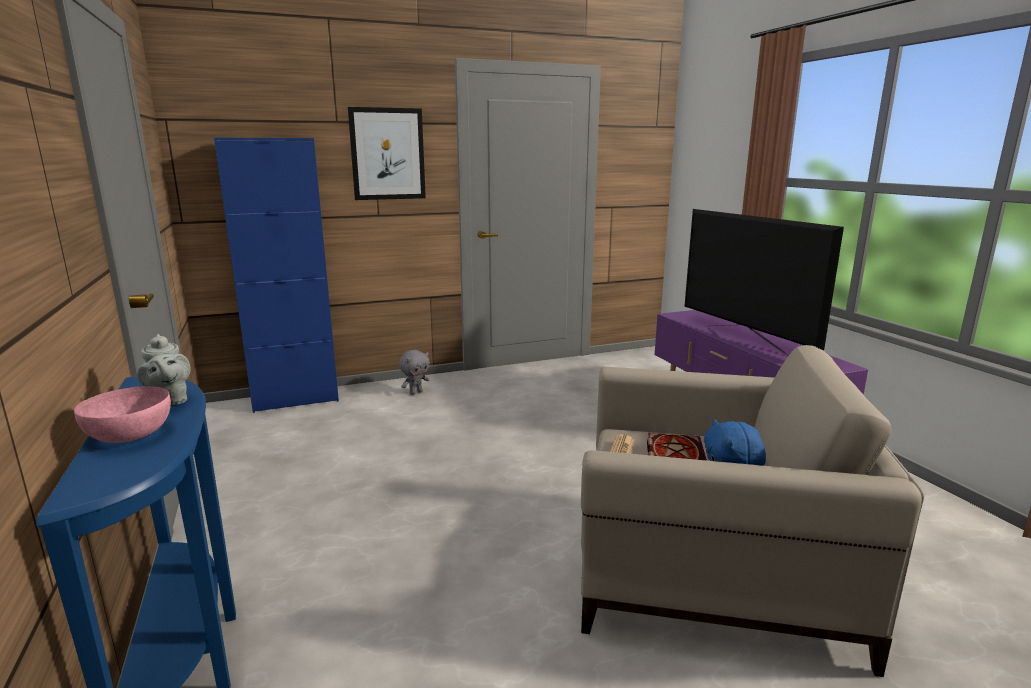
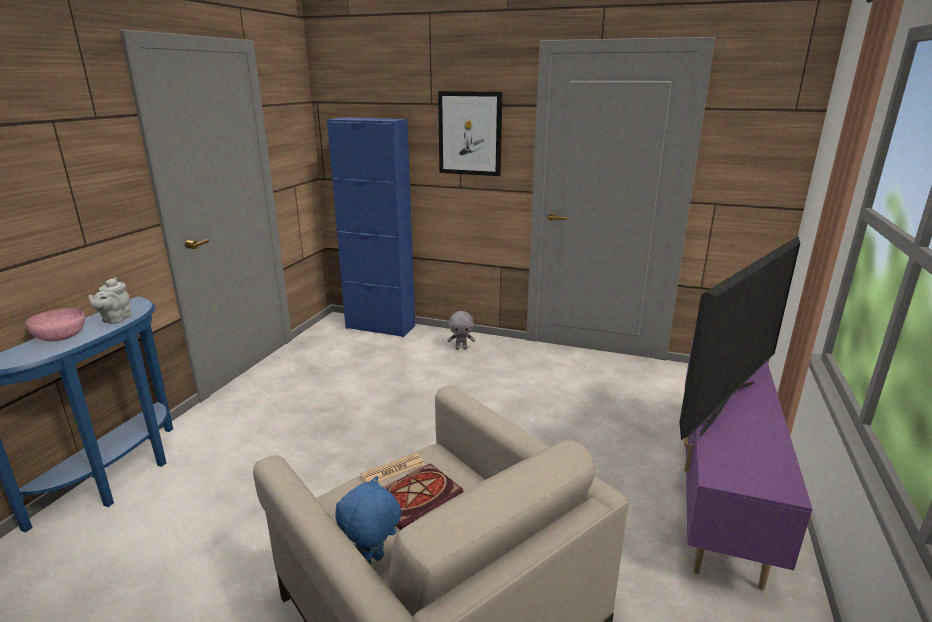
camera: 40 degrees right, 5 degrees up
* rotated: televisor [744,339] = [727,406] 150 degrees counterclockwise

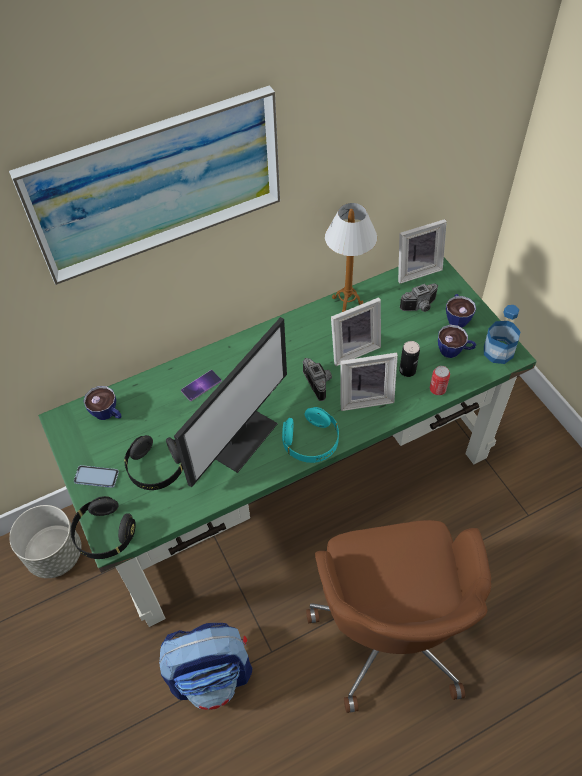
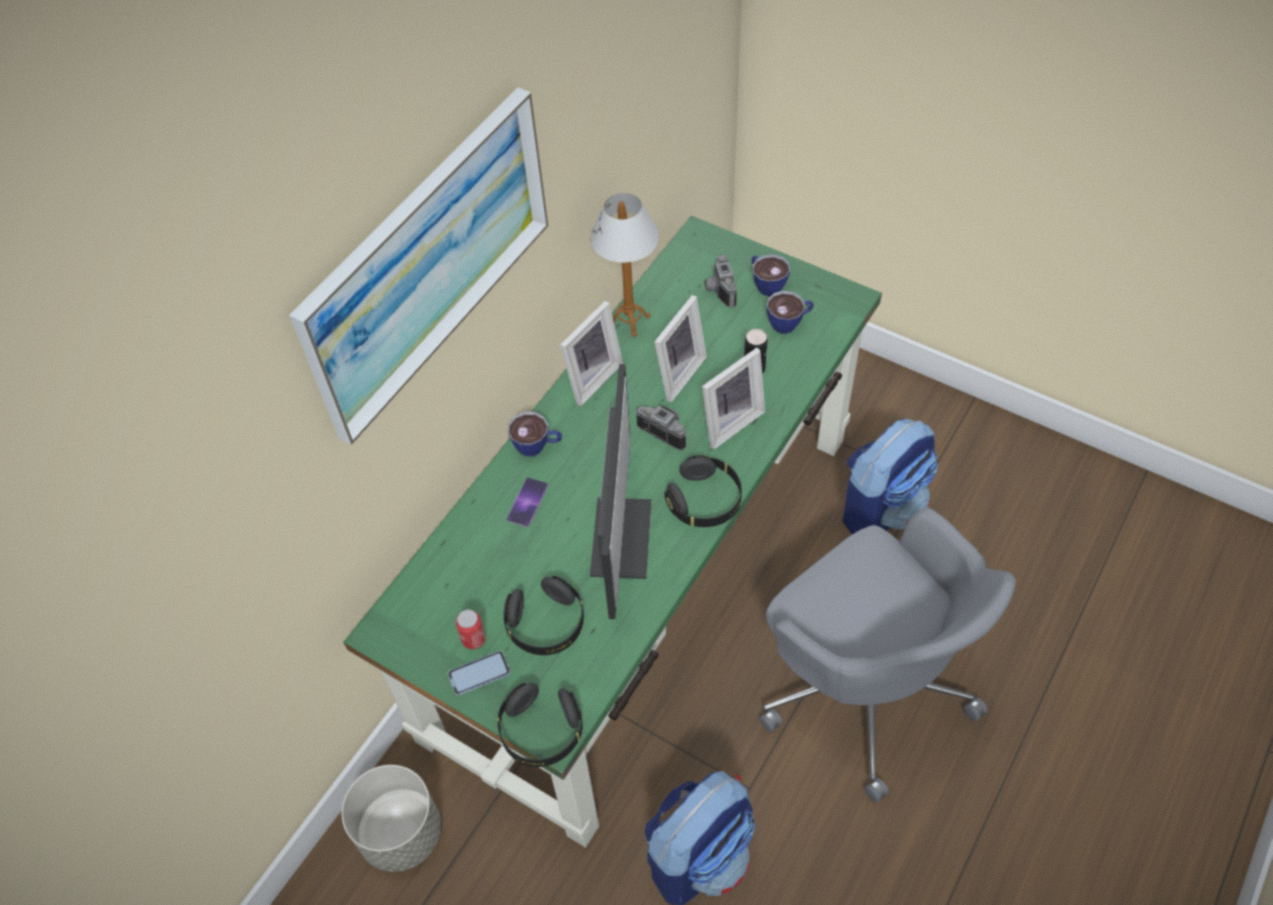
camera: 30 degrees left, 0 degrees up
* shifted: taza [108,414] to [537,446]
* repainted: auriculares (turquesa) [311,442] to auriculares (negro) [705,502]
* repainted: silla de oficina (marrón) [391,628] to silla de oficina (gris) [863,685]
* shifted: portarretratos [416,270] to [590,377]
* rotated: cámara [420,307] = [718,290] 135 degrees clockwise
* shifted: lata [437,389] to [474,639]
* gone: botella [498,351]
* new: mochila [881,508]

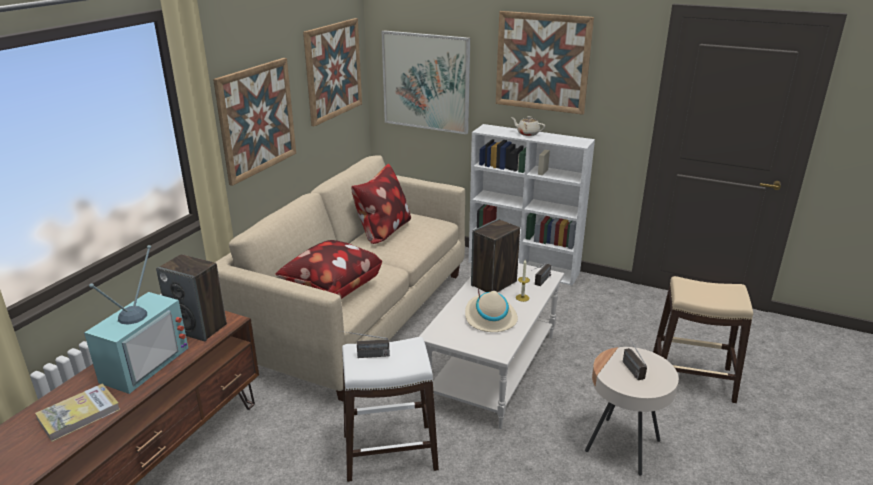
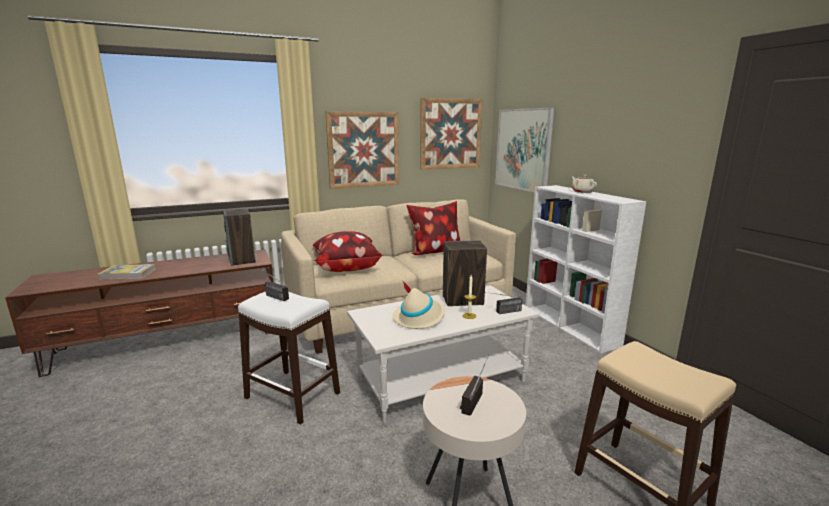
camera: 40 degrees right, 10 degrees down
* gone: televisor [142,363]
* gone: cuadro [542,62]

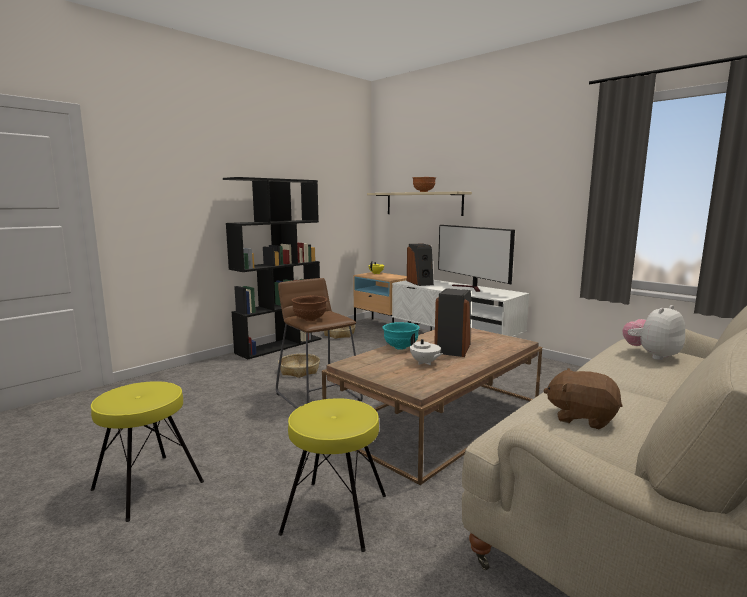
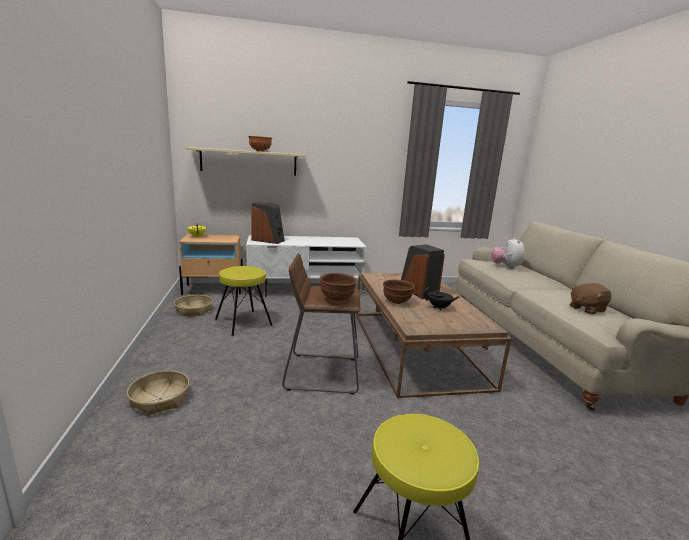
camera: 55 degrees left, 5 degrees up
* gone: estantería (negro) [280,345]
* shifted: cesta [299,371] to [160,399]
* shifted: taburete (amarillo) [336,513] to [243,322]
* repainted: cuenco (turquesa) [400,347] to cuenco (marrón) [396,302]
* repainted: tetera (blanco) [425,363] to tetera (negro) [439,307]
* gone: televisor [471,288]

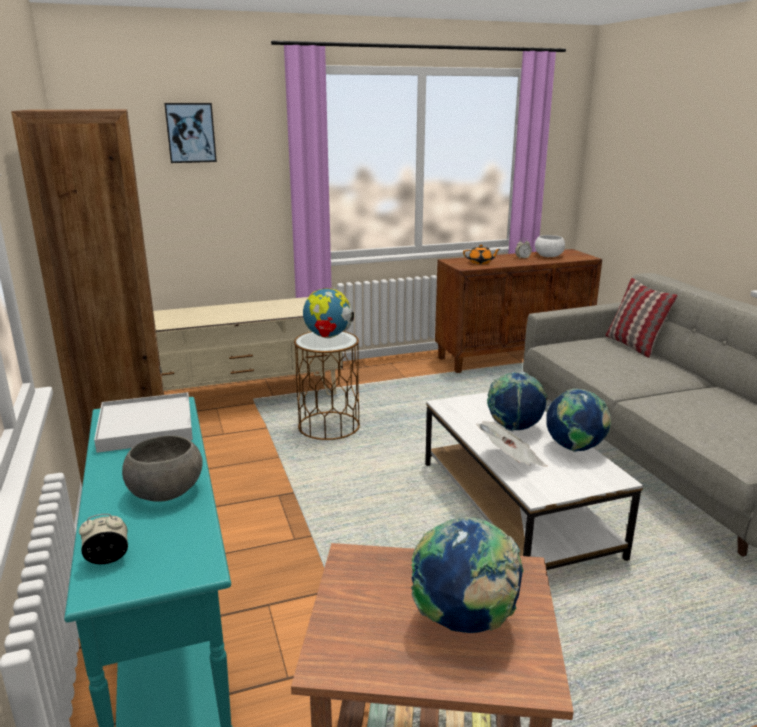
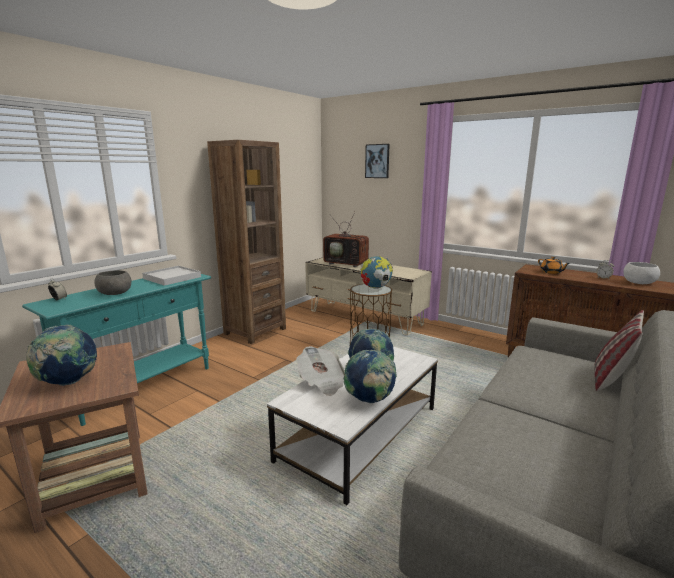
camera: 55 degrees right, 5 degrees down
* new: televisor [348,264]

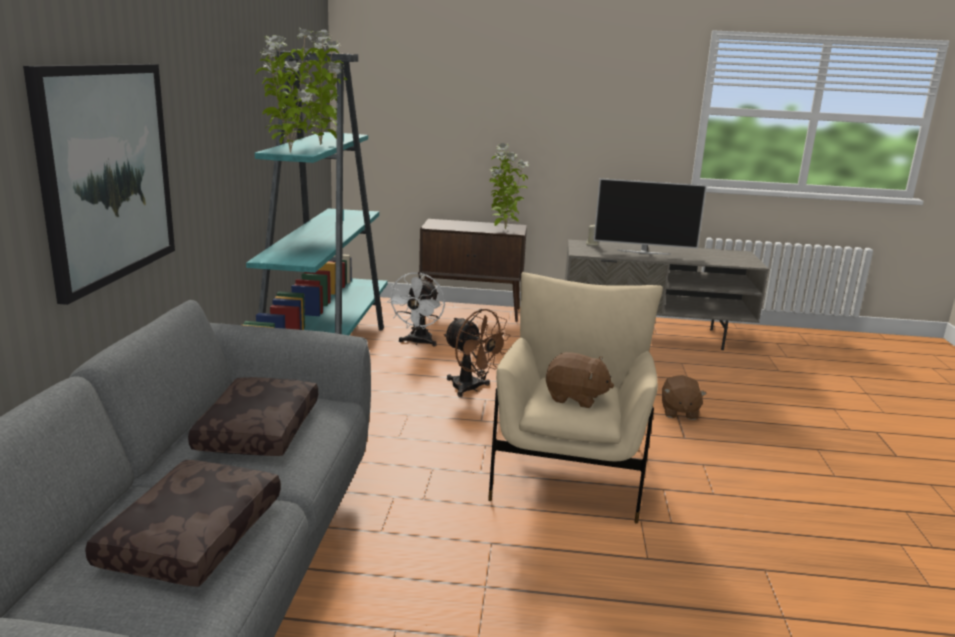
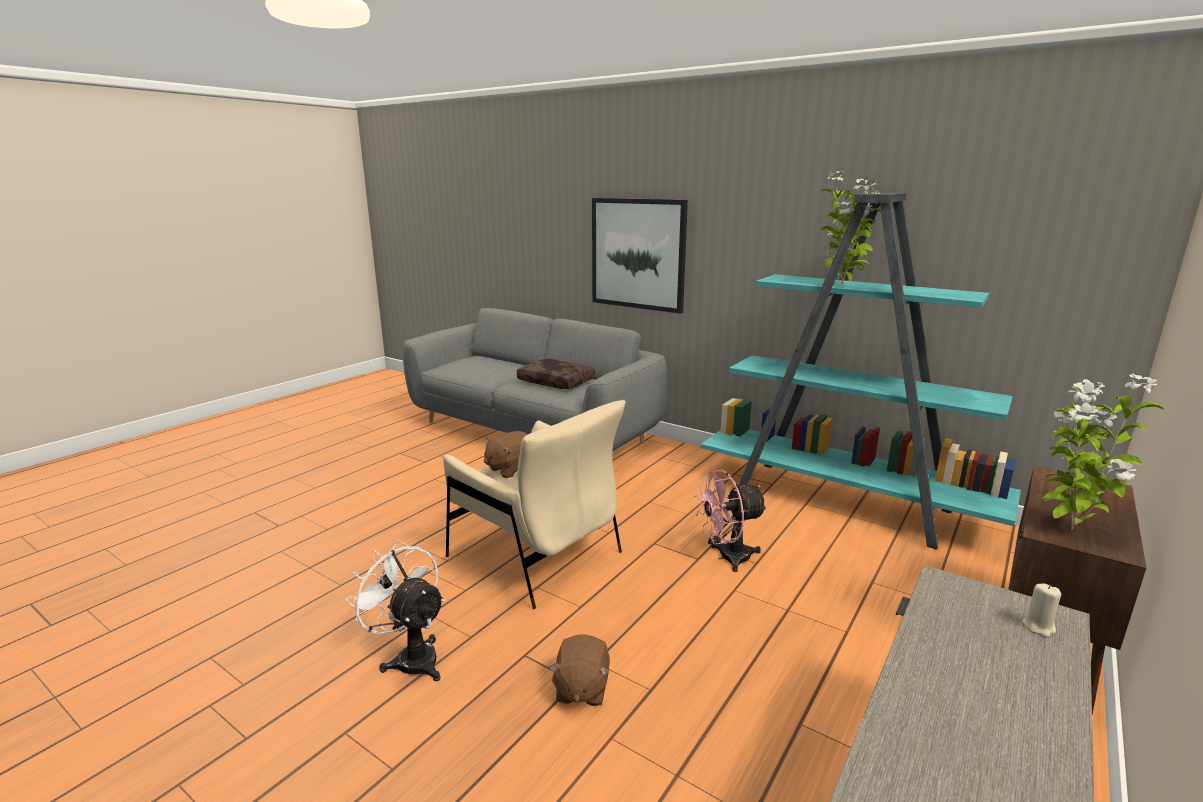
camera: 120 degrees right, 0 degrees up
* gone: cojín (marrón) [191,535]
* gone: planta en maceta [289,152]
* shifted: ventilador (blanco) [418,342] to [411,657]
* repainted: ventilador (marrón) [471,389] to ventilador (rosa) [727,558]
* gone: televisor [643,252]
* rotated: peluche (marrón) [679,412] = [581,689] 120 degrees counterclockwise

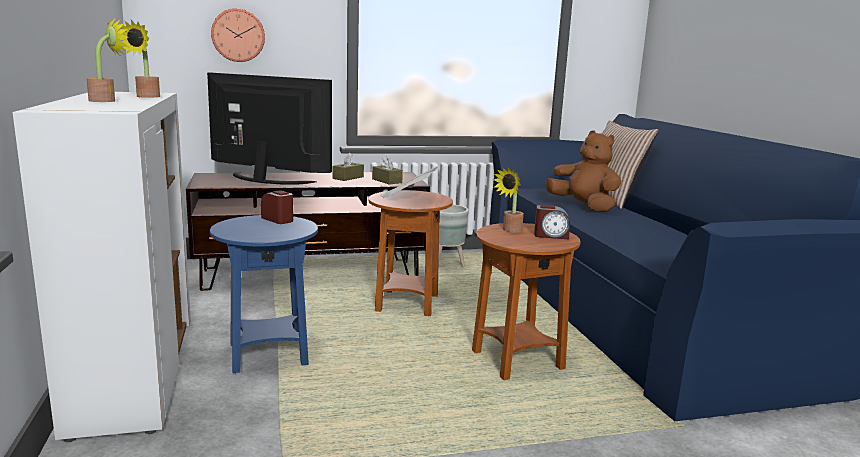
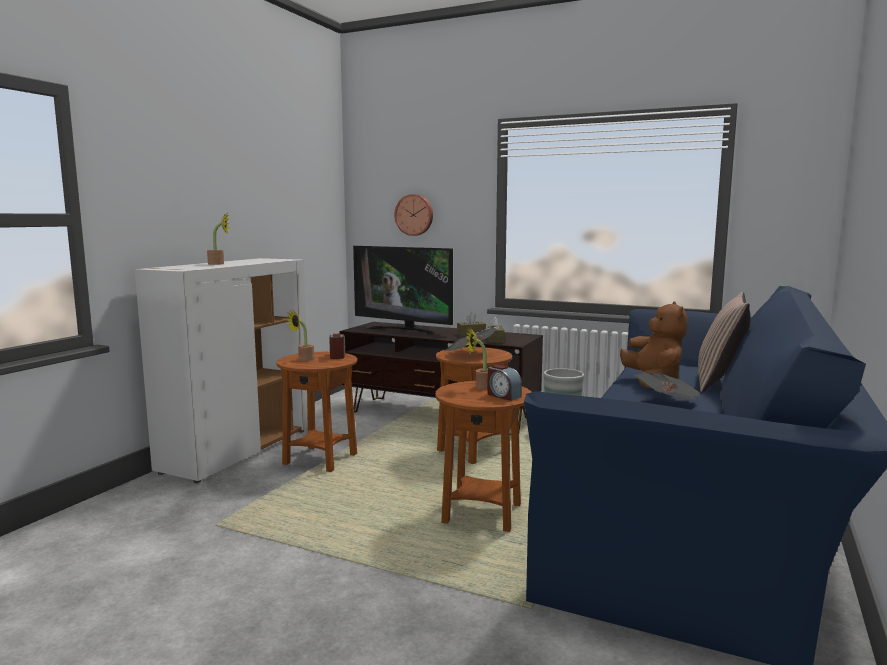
camera: 40 degrees right, 5 degrees down
* shifted: planta en maceta [145,97] to [303,359]
* rotated: televisor [266,180] = [405,330] 150 degrees clockwise
* repainted: mesa auxiliar (azul) [268,354] to mesa auxiliar (marrón) [321,459]
* new: periódico [668,404]

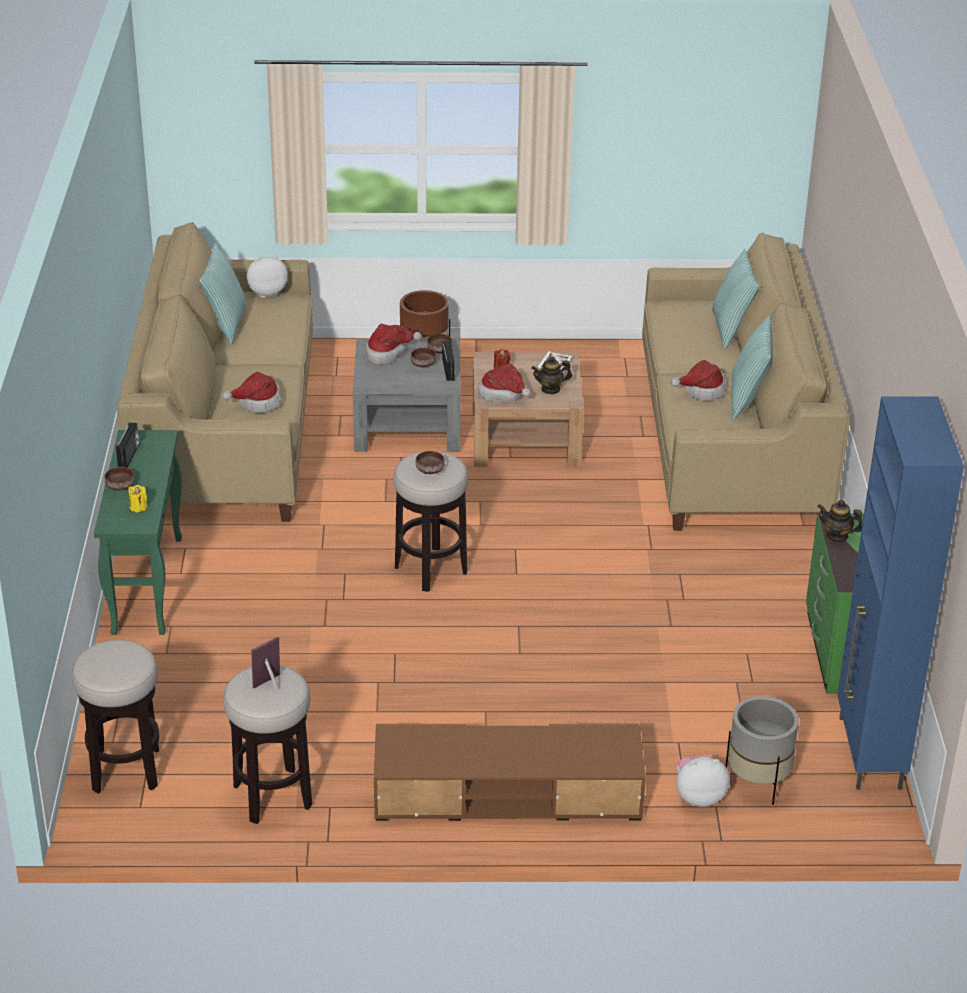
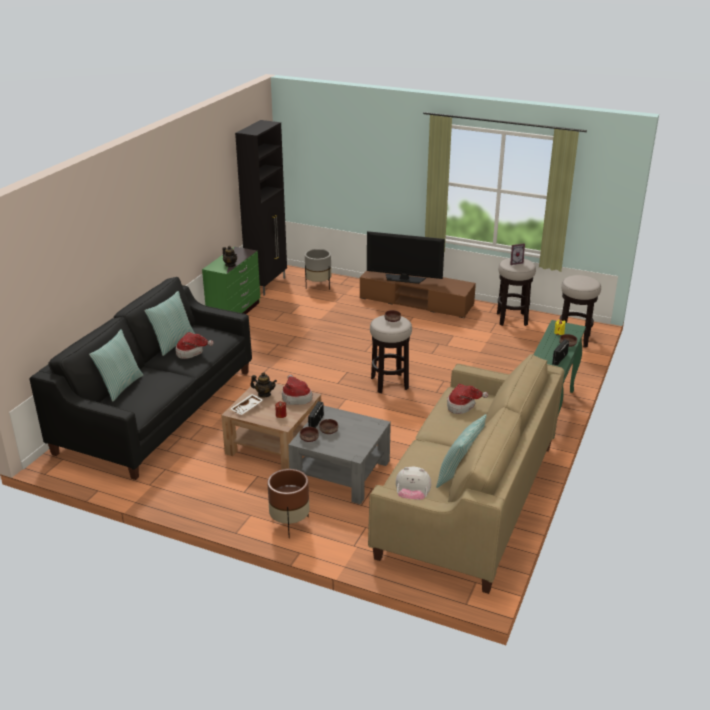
camera: 155 degrees left, 5 degrees down
* gone: sombrero [388,354]
* repainted: sofá (beis) [731,439] to sofá (negro) [157,410]
* gone: peluche [699,797]
* repainted: armario (azul) [869,754] to armario (negro) [267,284]
* new: televisor [404,279]

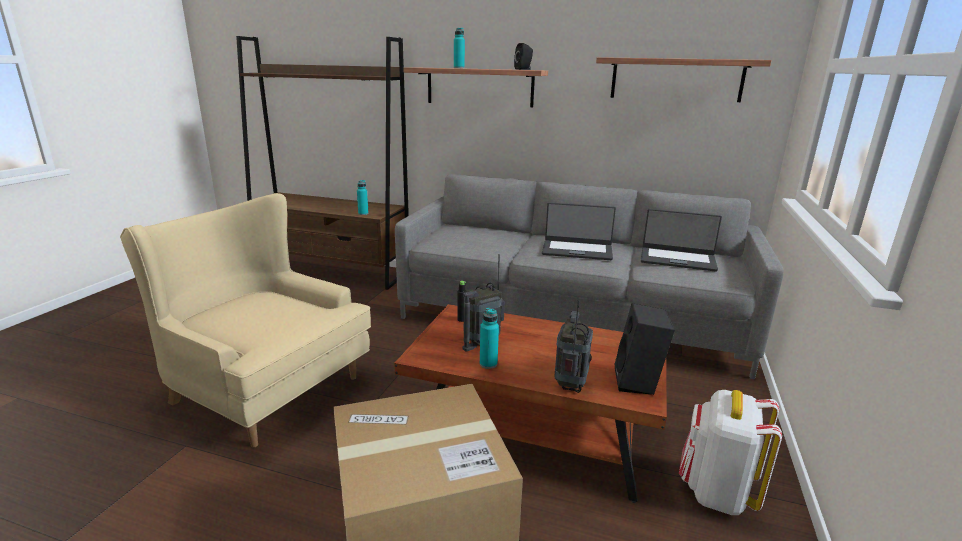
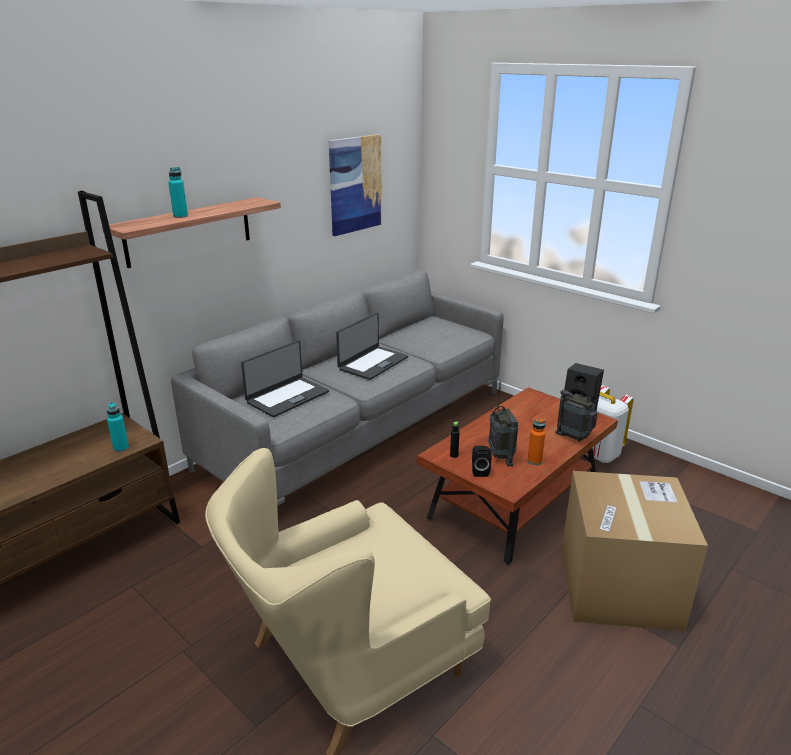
camera: 65 degrees left, 5 degrees up
* repainted: botella (turquesa) [488,364] to botella (naranja) [534,461]
* shifted: altavoz (negro) [524,69] to [479,471]
* swapped: estante [676,79] to cuadro [355,184]
* shifted: portátil [677,259] to [287,397]

